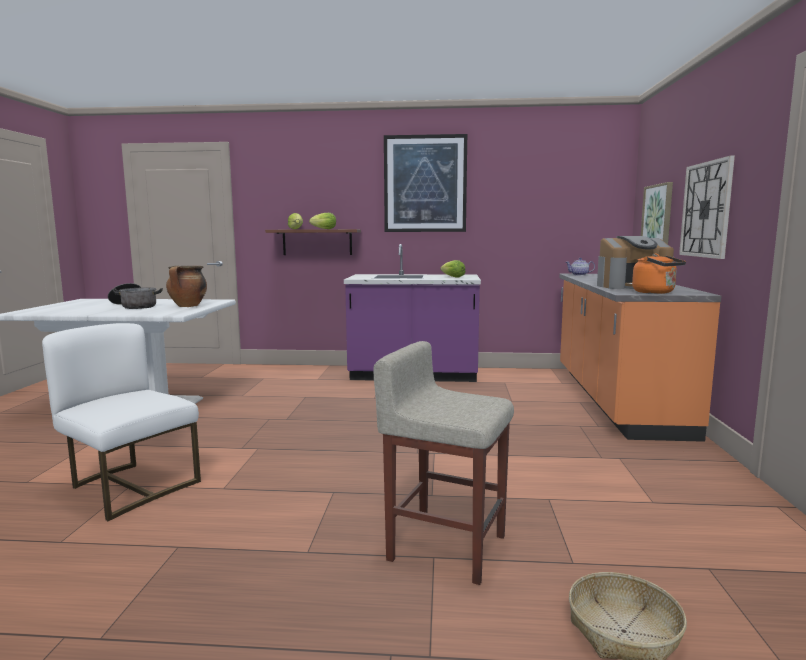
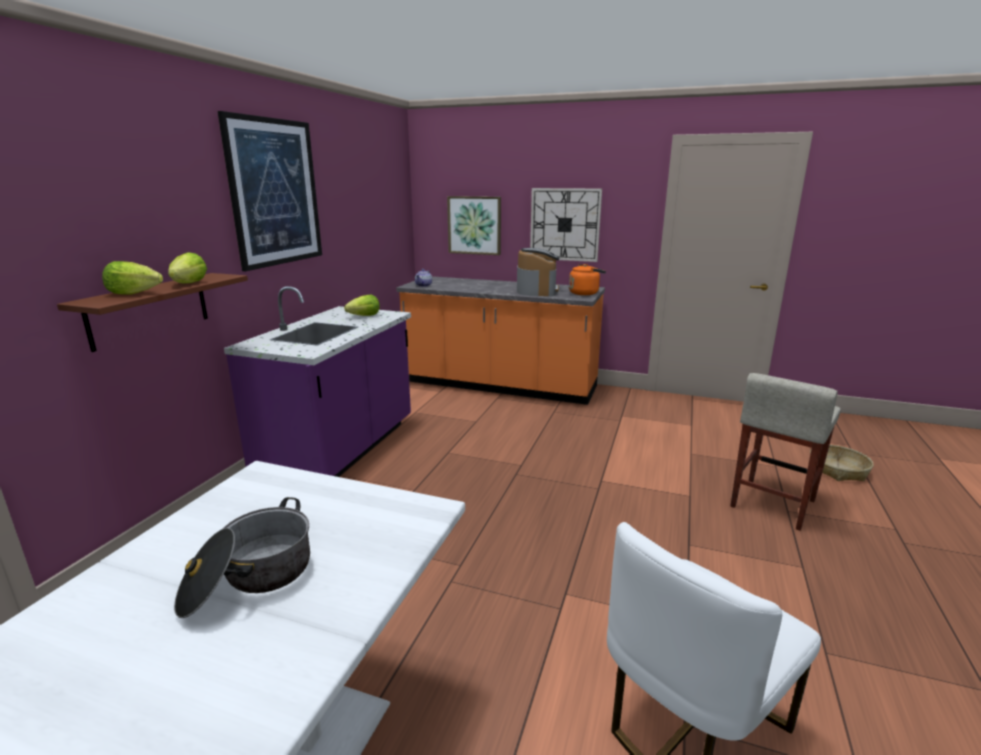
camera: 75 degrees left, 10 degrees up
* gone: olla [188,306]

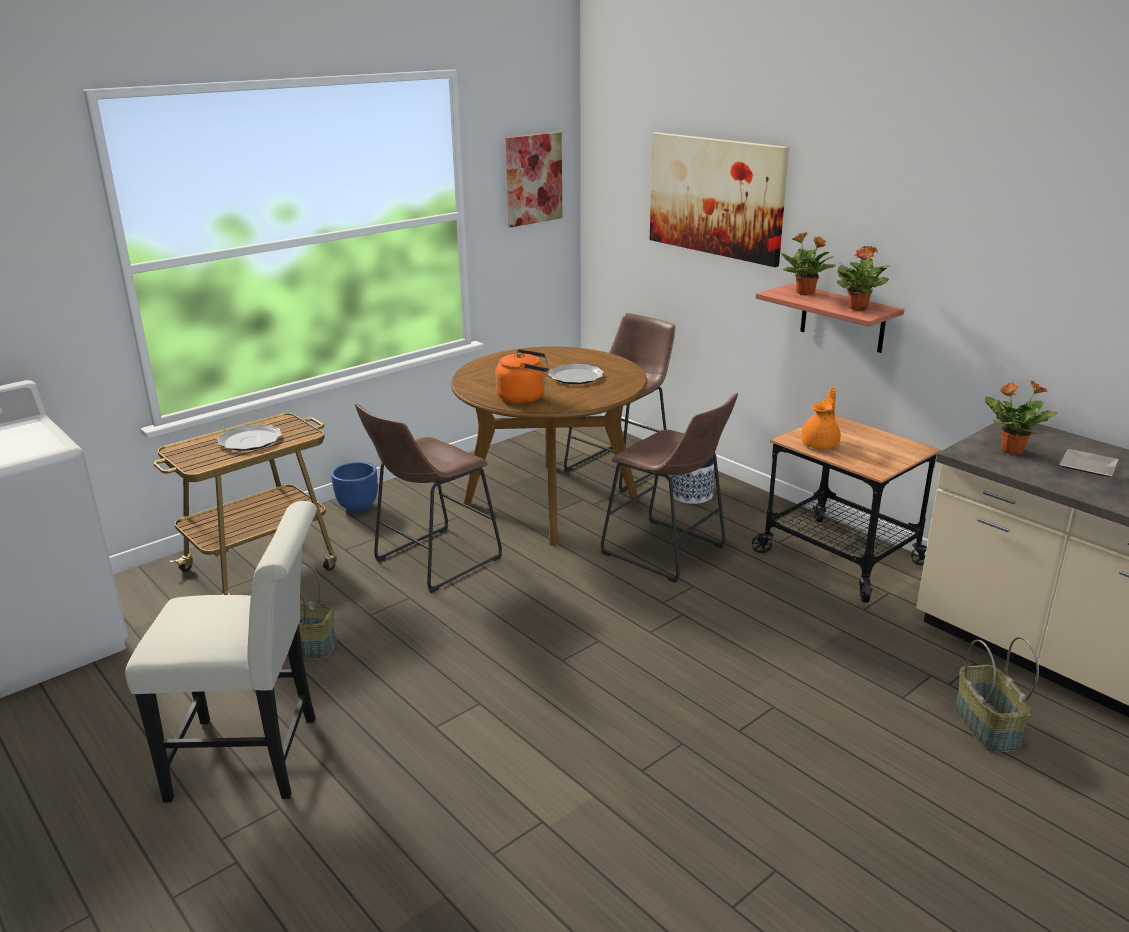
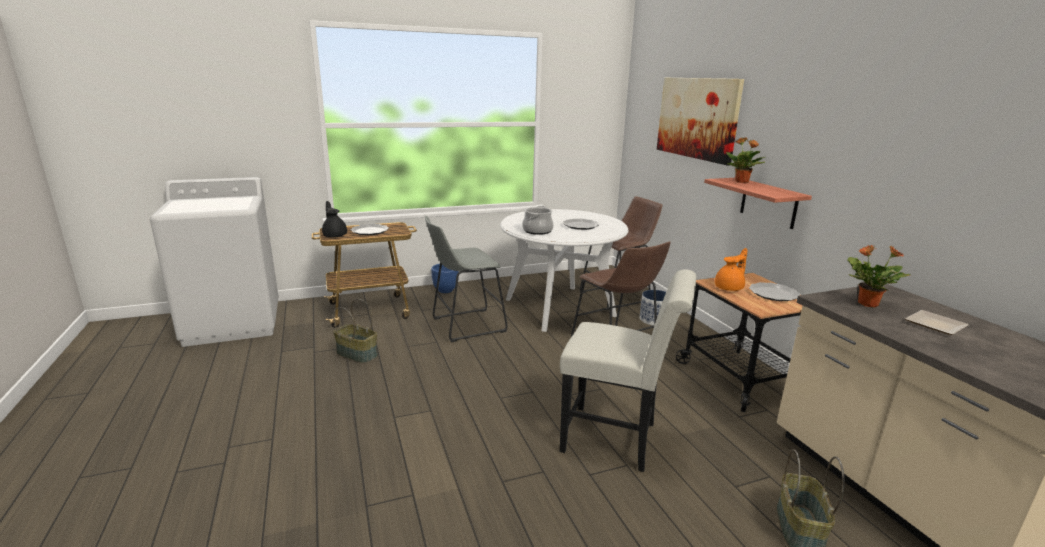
camera: 20 degrees right, 5 degrees down
* shifted: silla (blanco) [256,757] to [617,439]
* repainted: taburete (marrón) [432,561] to taburete (gris) [464,325]
* repainted: mesa de comedor (marrón) [551,501] to mesa de comedor (blanco) [559,307]
* swapped: hervidor (naranja) [524,397] to olla [537,231]
* gone: cuadro [533,179]
* gone: planta en maceta [858,308]
* new: tetera (negro) [335,235]
* new: plato [773,294]

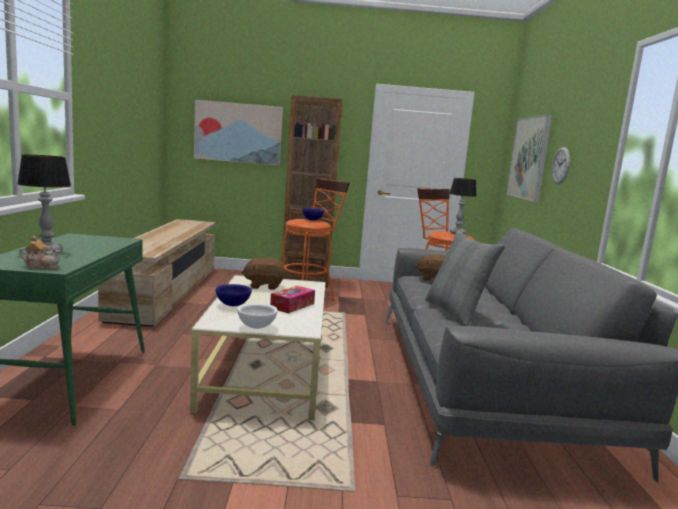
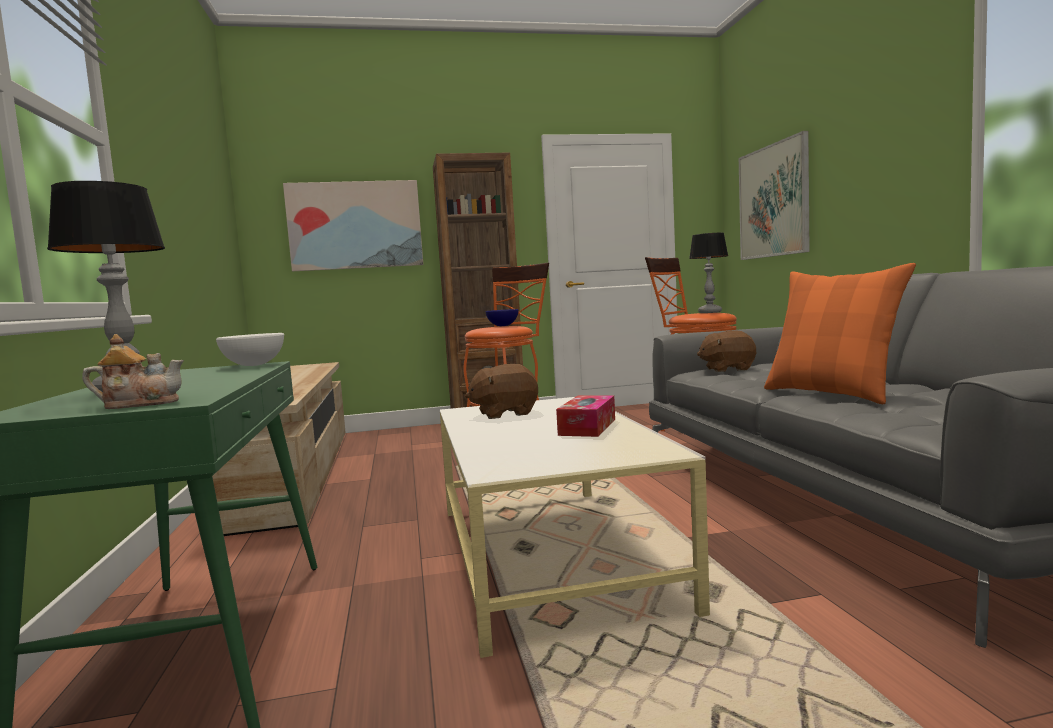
camera: 10 degrees left, 5 degrees down
* gone: cuenco (azul) [232,305]
* shifted: cuenco (blanco) [257,327] to [254,365]
* repainted: cojín (gris) [455,312] to cojín (naranja) [831,393]
* gone: reloj de pared [561,165]

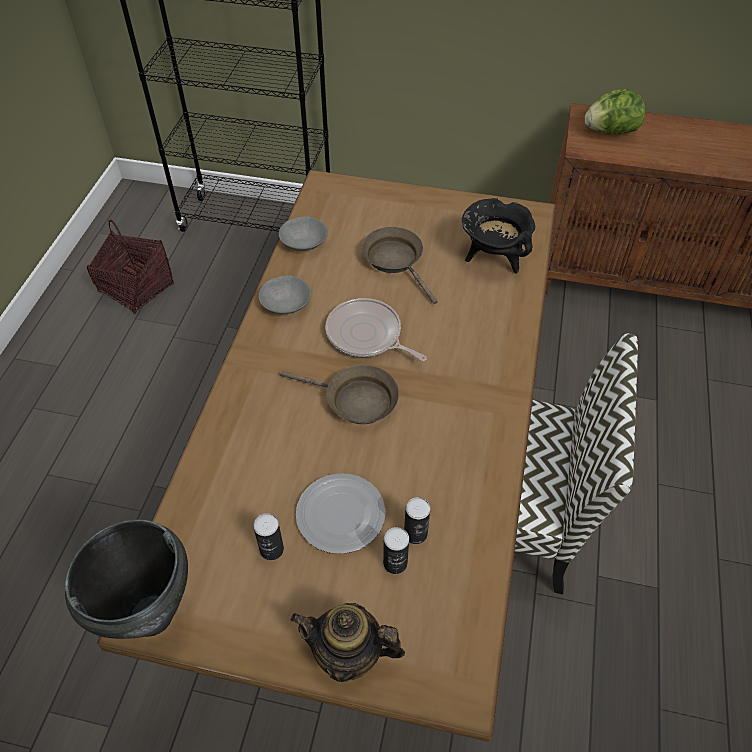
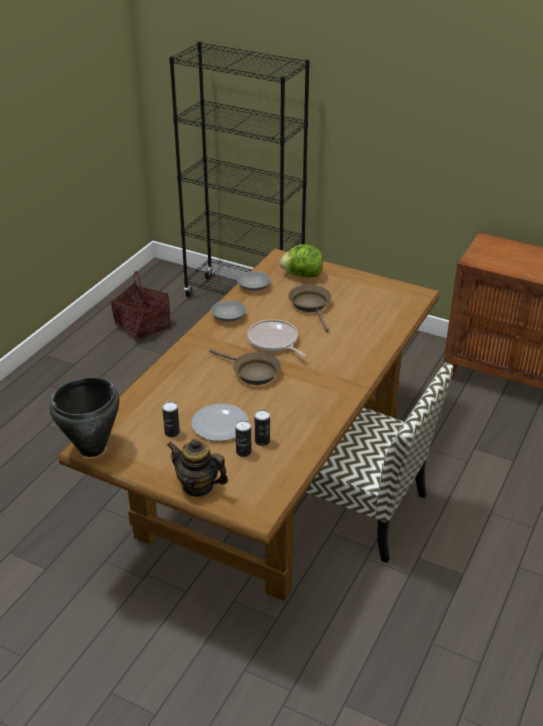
camera: 15 degrees right, 15 degrees down
* gone: olla (negro) [493,258]
* shifted: lechuga [610,132] to [302,275]

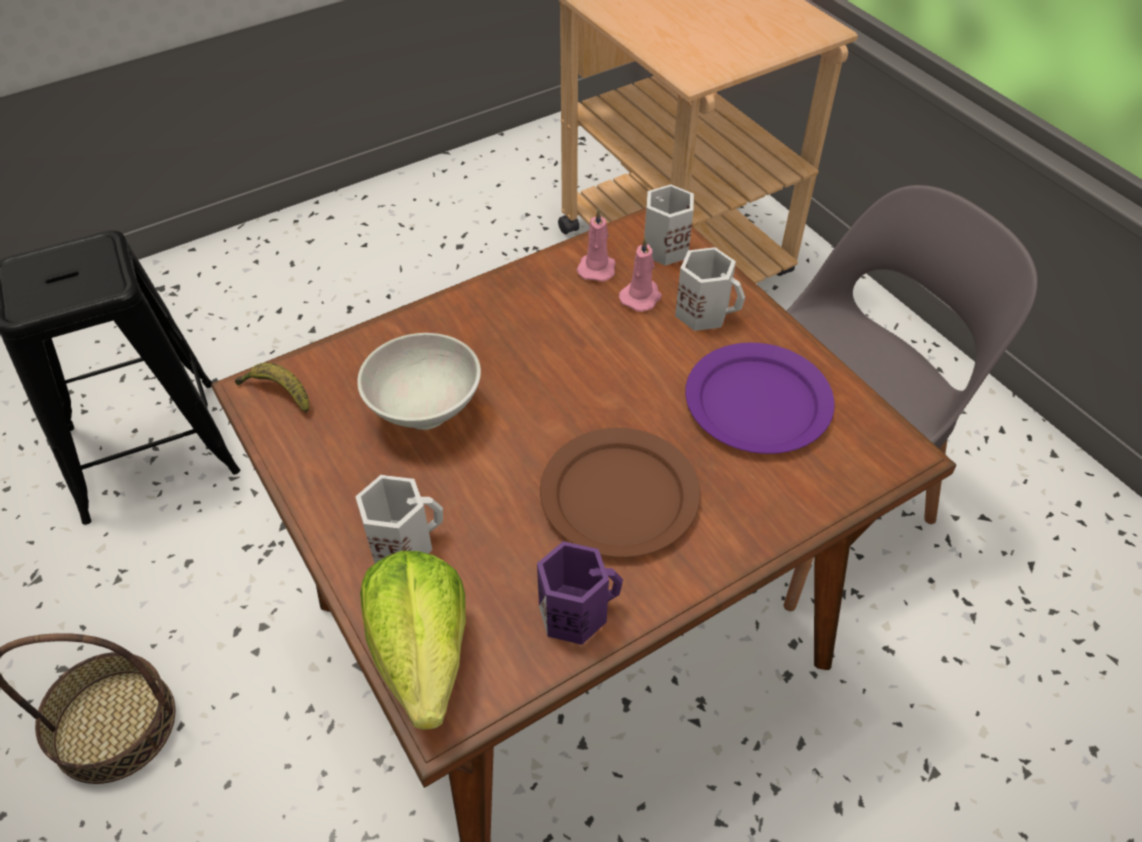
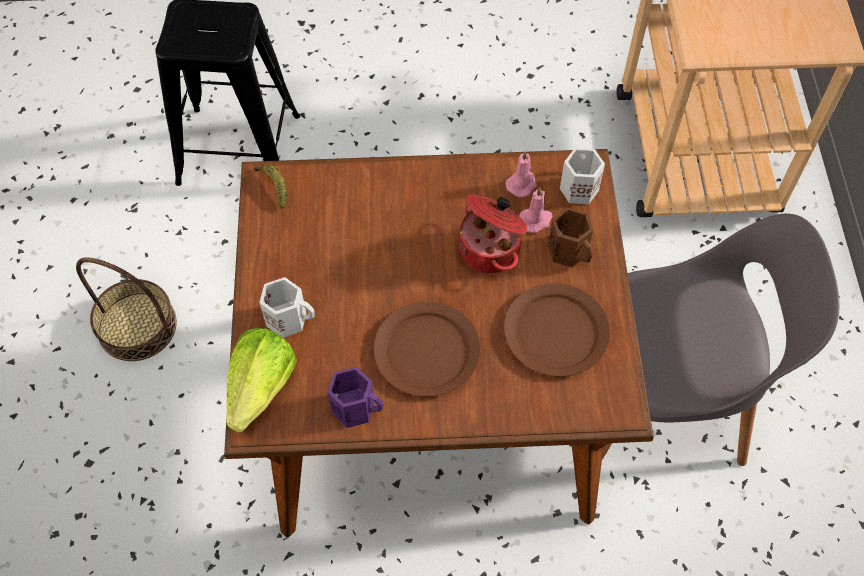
camera: 30 degrees right, 10 degrees up
* gone: cuenco (blanco) [422,413]
* repainted: taza grande (blanco) [704,312] to taza grande (marrón) [569,251]
* repainted: plato (morado) [759,403] to plato (marrón) [556,333]
* new: olla [491,249]

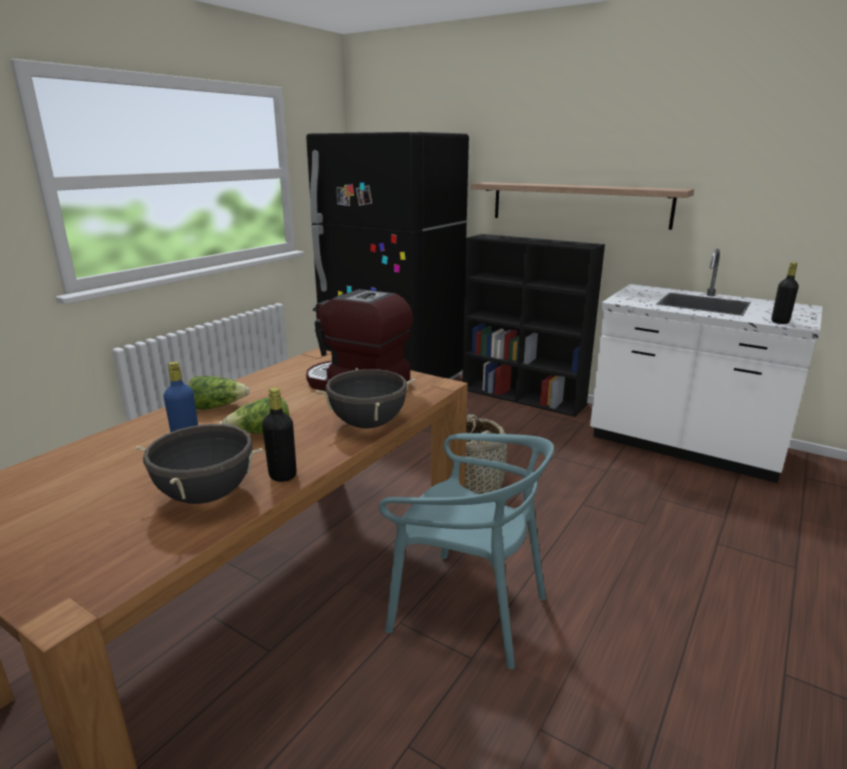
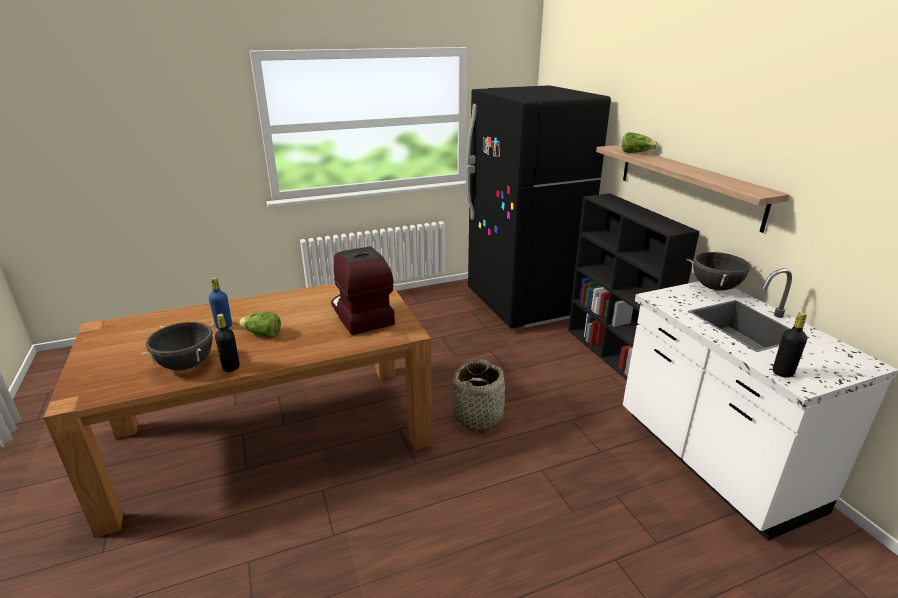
camera: 35 degrees right, 5 degrees up
* shifted: lechuga [218,406] to [636,153]
* shifted: olla (negro) [368,424] to [715,288]
* gone: silla (turquesa) [468,609]

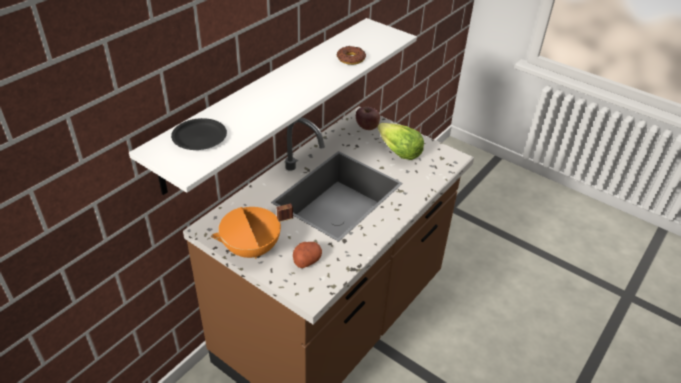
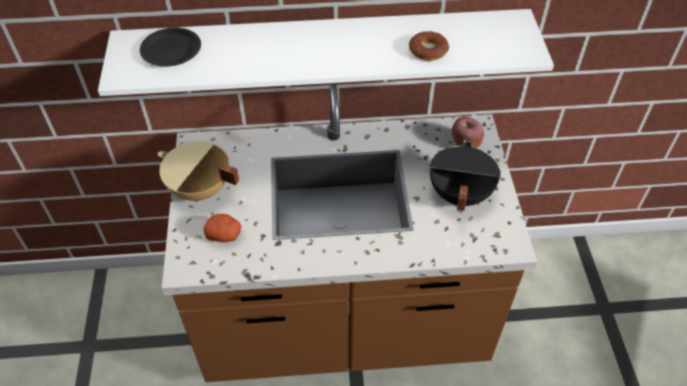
camera: 50 degrees right, 10 degrees up
* repainted: olla (naranja) [252,249] to olla (beis) [200,190]
* swapped: lechuga [398,152] to olla (negro) [458,194]

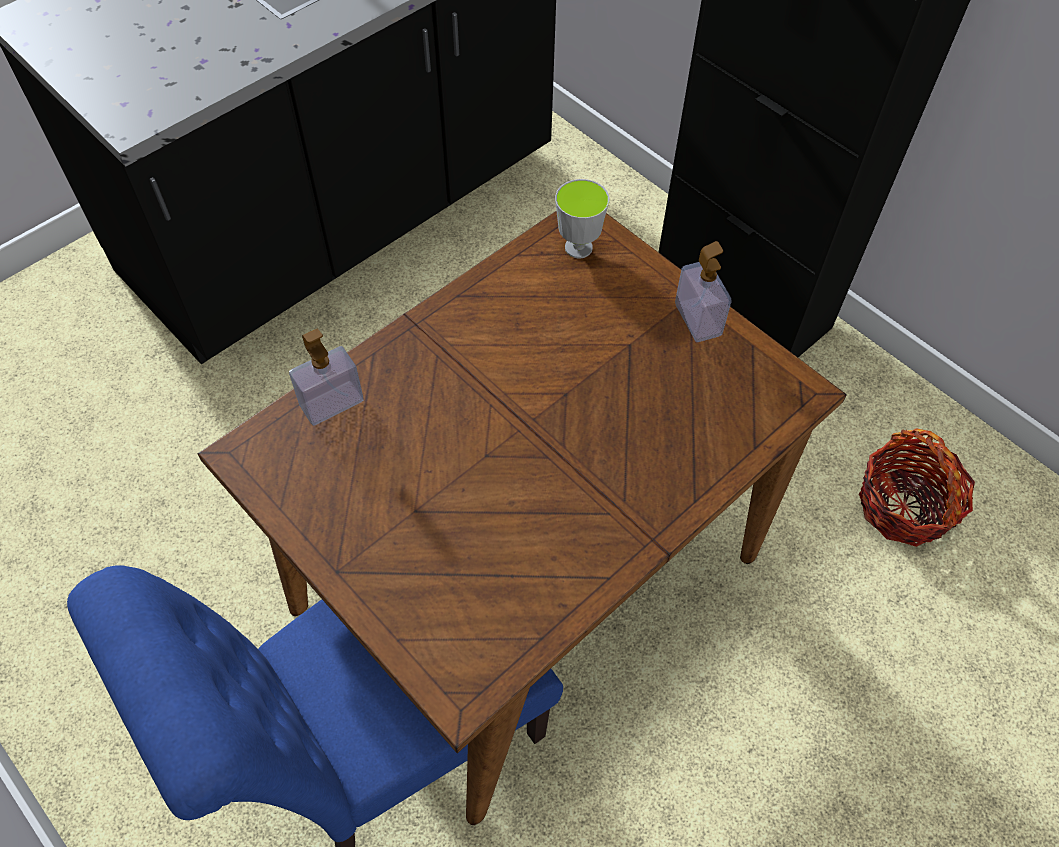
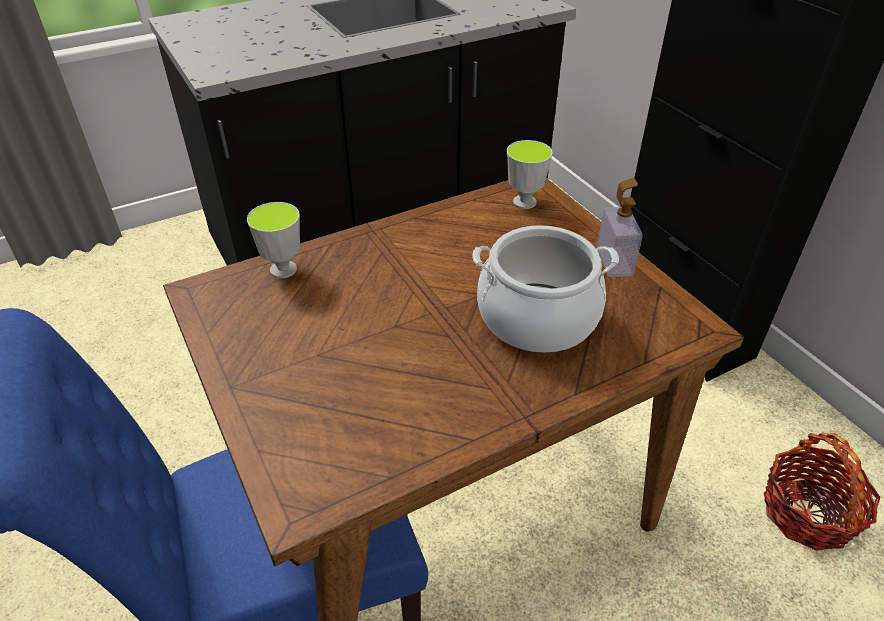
camera: 15 degrees right, 15 degrees down
* swapped: dispensador de jabón [332,403] to taza [283,270]
* new: olla [537,317]

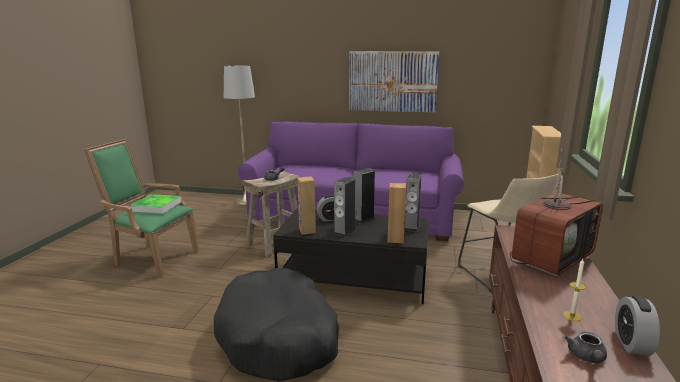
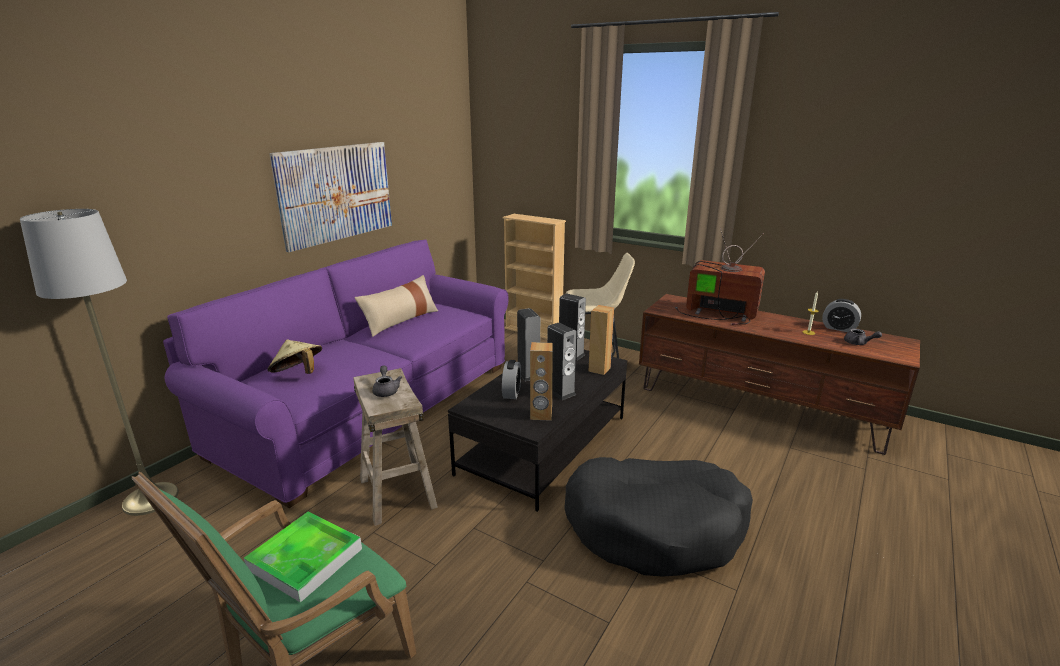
camera: 70 degrees left, 5 degrees up
* rotated: televisor [550,258] = [718,313] 45 degrees counterclockwise
* new: sombrero (beis) [298,374]
* new: cojín (beis) [400,321]

